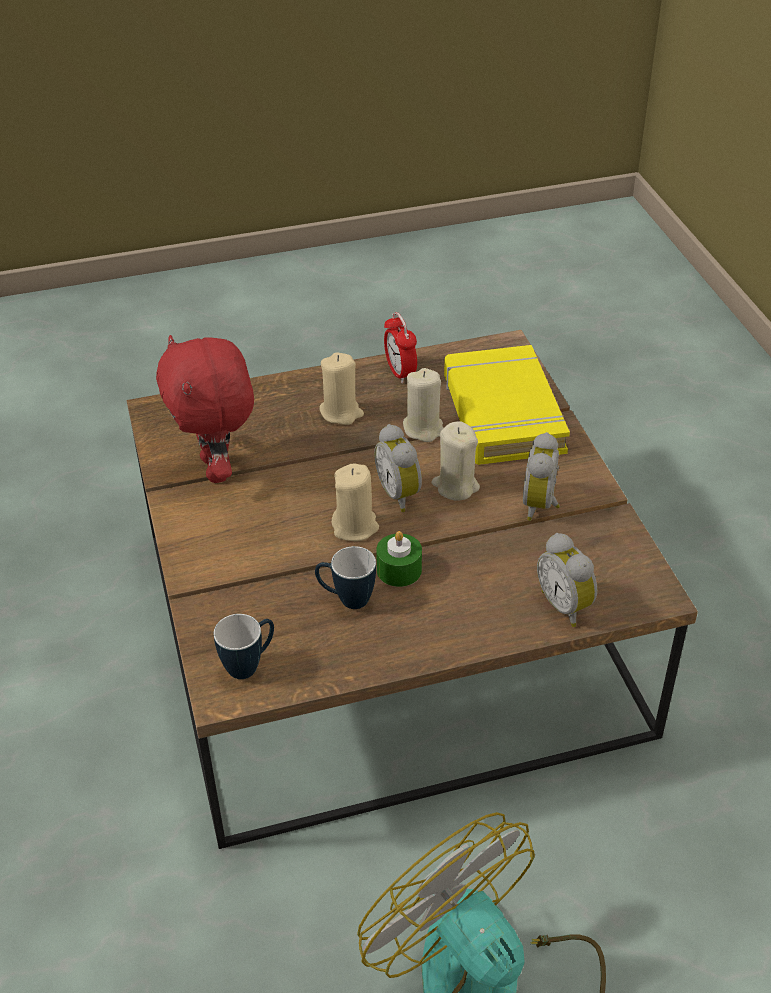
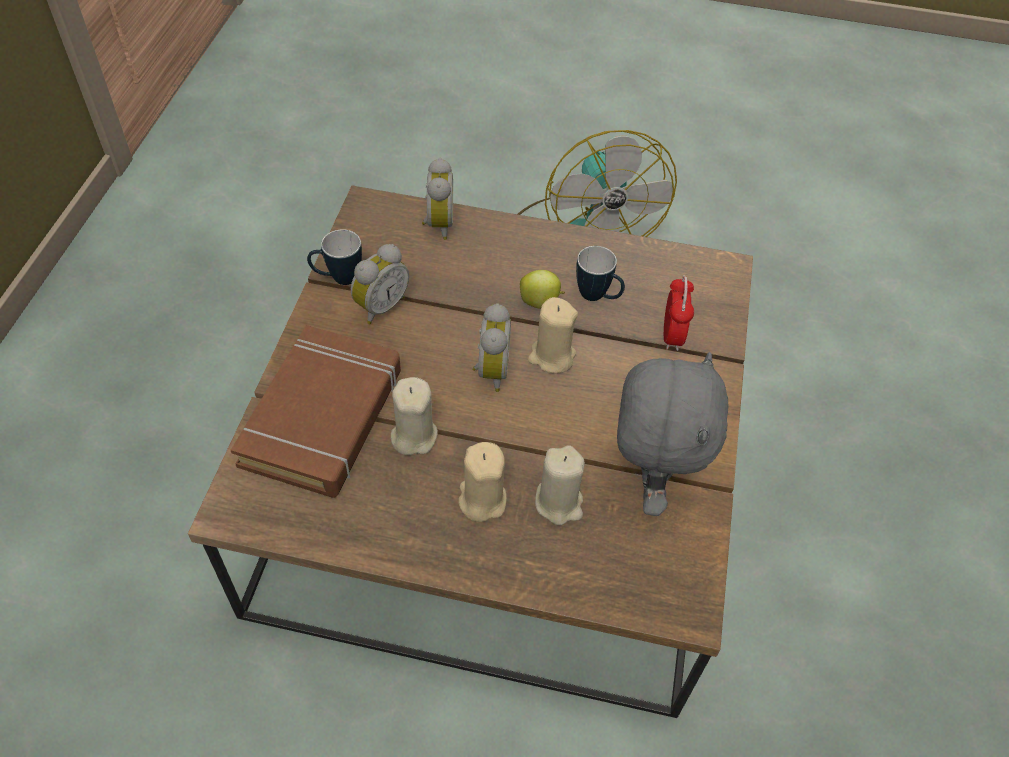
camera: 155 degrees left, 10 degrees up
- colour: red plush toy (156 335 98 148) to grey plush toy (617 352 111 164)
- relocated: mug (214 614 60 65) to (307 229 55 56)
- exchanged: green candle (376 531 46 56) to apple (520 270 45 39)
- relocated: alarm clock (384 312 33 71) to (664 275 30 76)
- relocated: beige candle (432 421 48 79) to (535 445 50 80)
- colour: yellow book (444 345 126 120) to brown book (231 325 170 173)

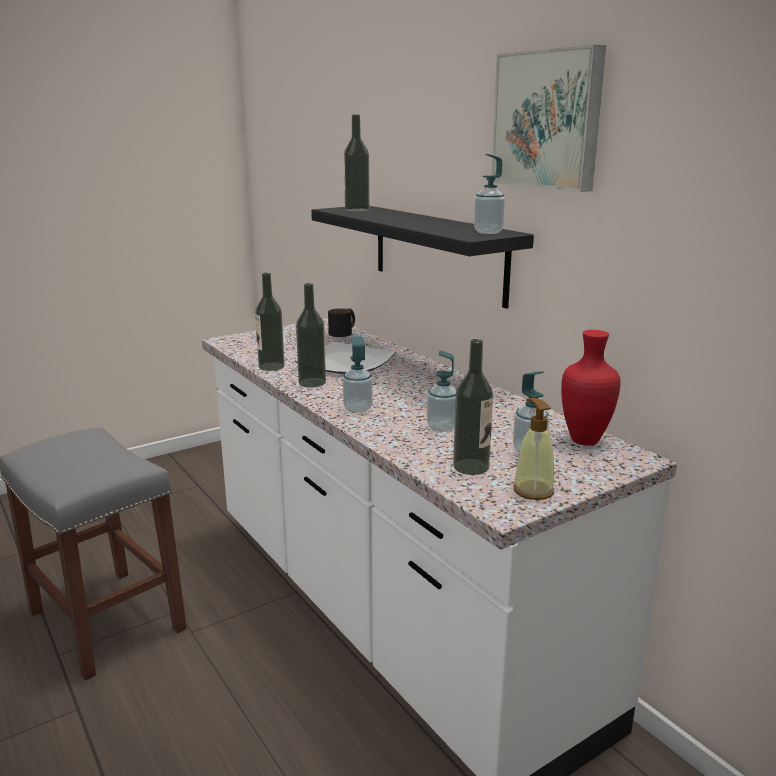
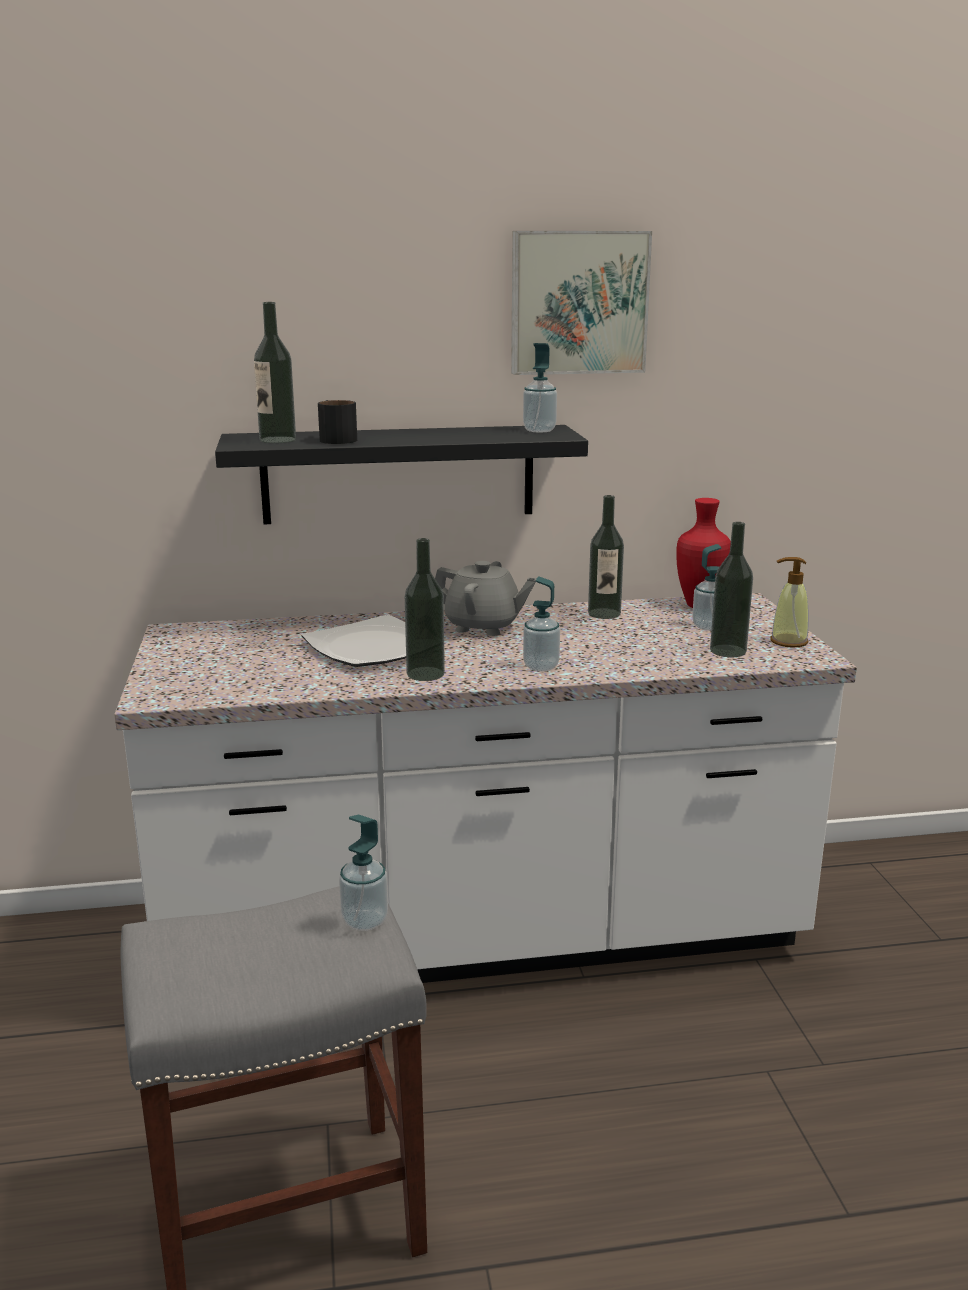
camera: 65 degrees left, 0 degrees up
- relocated: bottle (255 273 30 98) to (588 495 36 124)
- relocated: black mug (328 308 27 29) to (318 400 39 44)
- relocated: soap dispenser (427 350 30 82) to (339 815 49 116)
- appeared: grey teapot (435 561 101 75)

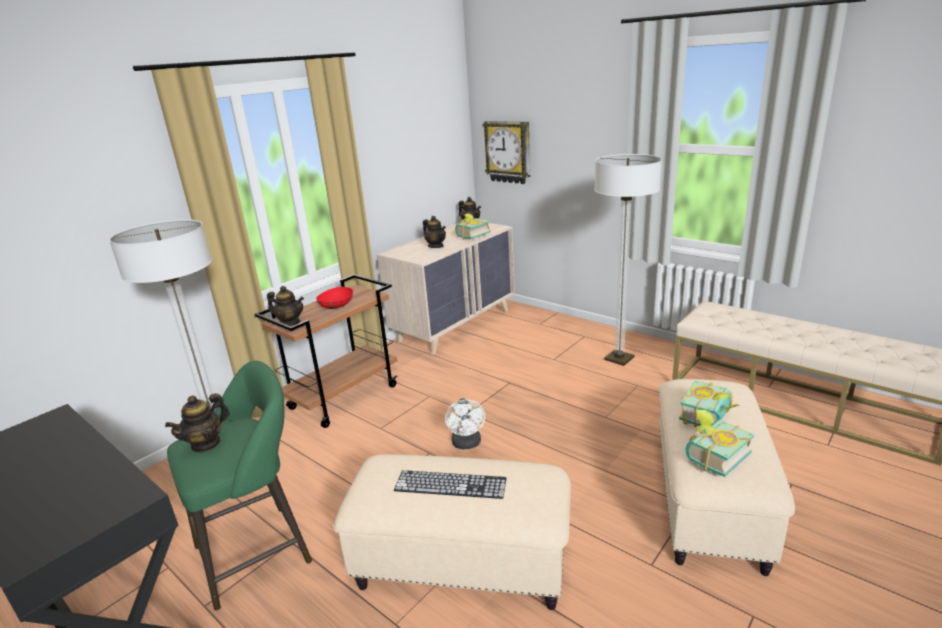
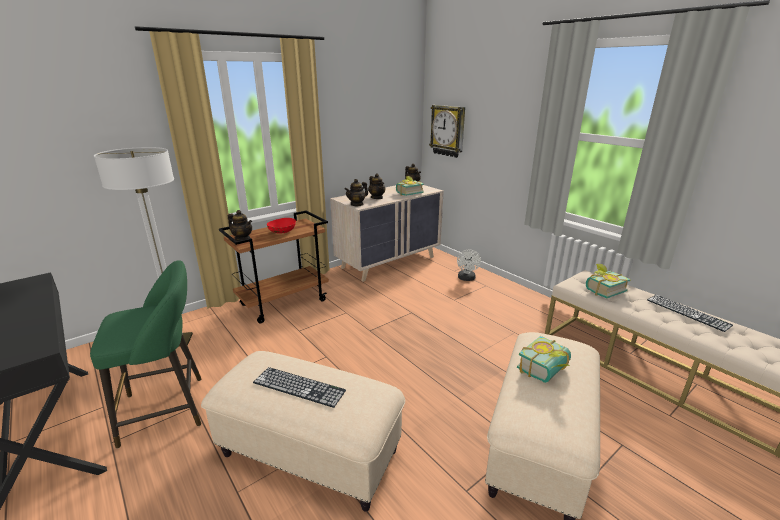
camera: 10 degrees right, 0 degrees up
- relocated: teapot (165 393 65 60) to (345 179 23 28)
- relocated: white fan (445 398 40 51) to (457 249 24 32)
- missing: floor lamp (594 154 68 212)
- relocated: book (685 410 69 67) to (586 264 45 34)
- appeared: keyboard (647 295 86 37)

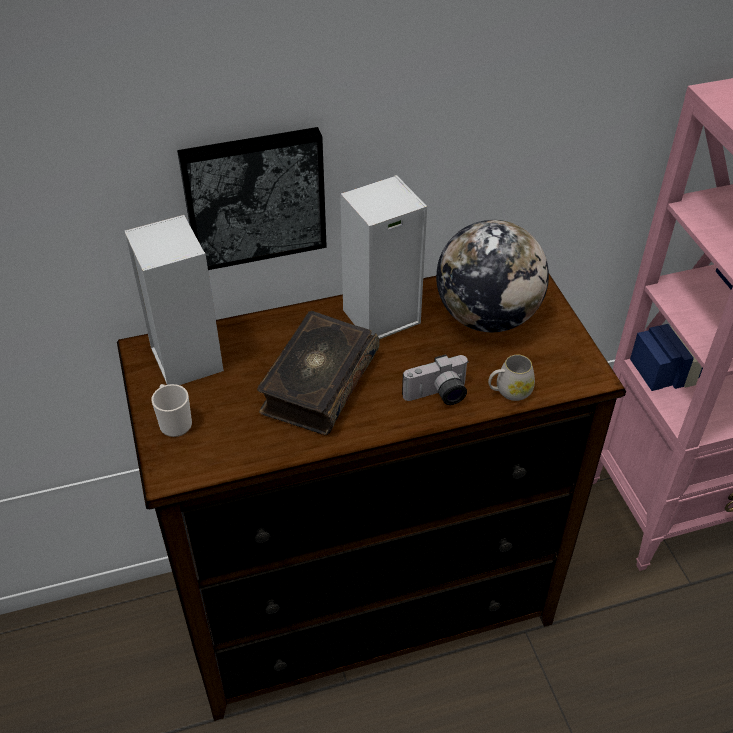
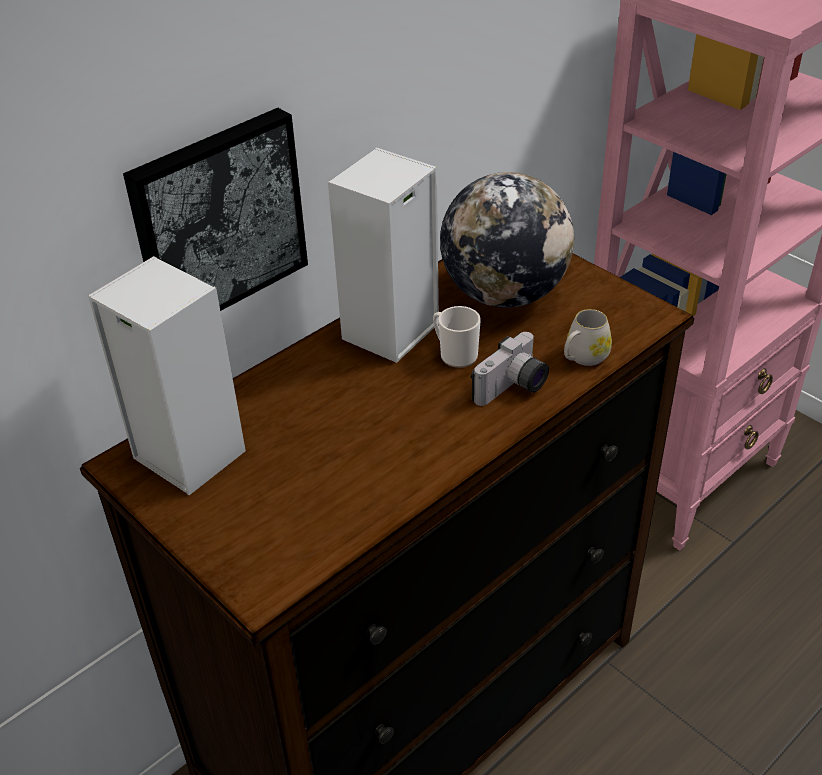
camera: 25 degrees left, 5 degrees down
- relocated: mug (152 384 40 53) to (433 306 48 62)
- missing: book (257 311 123 124)

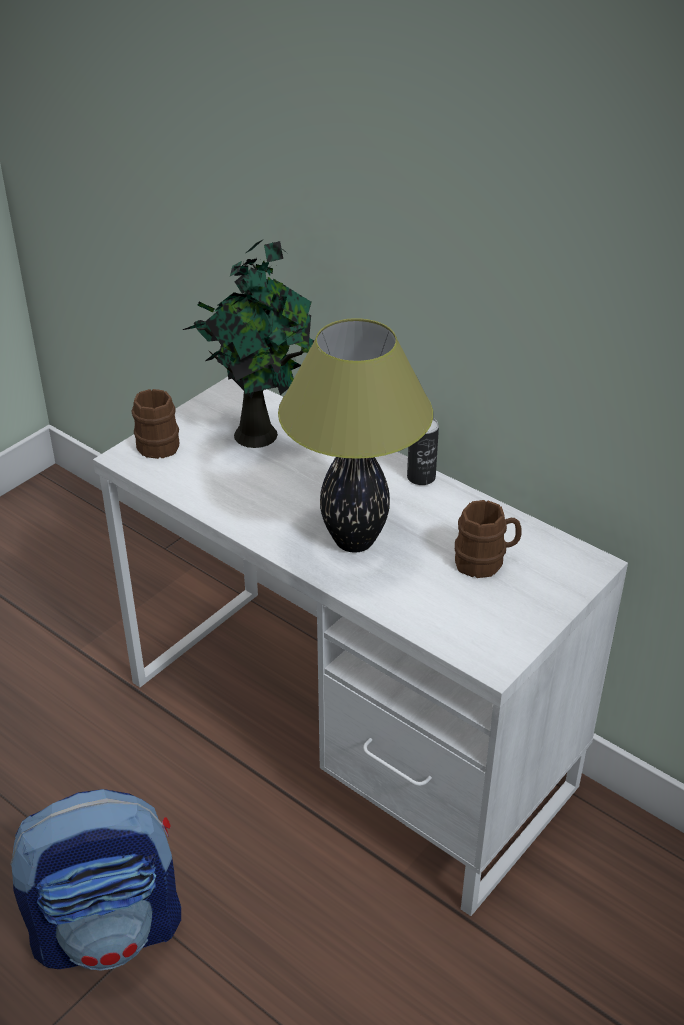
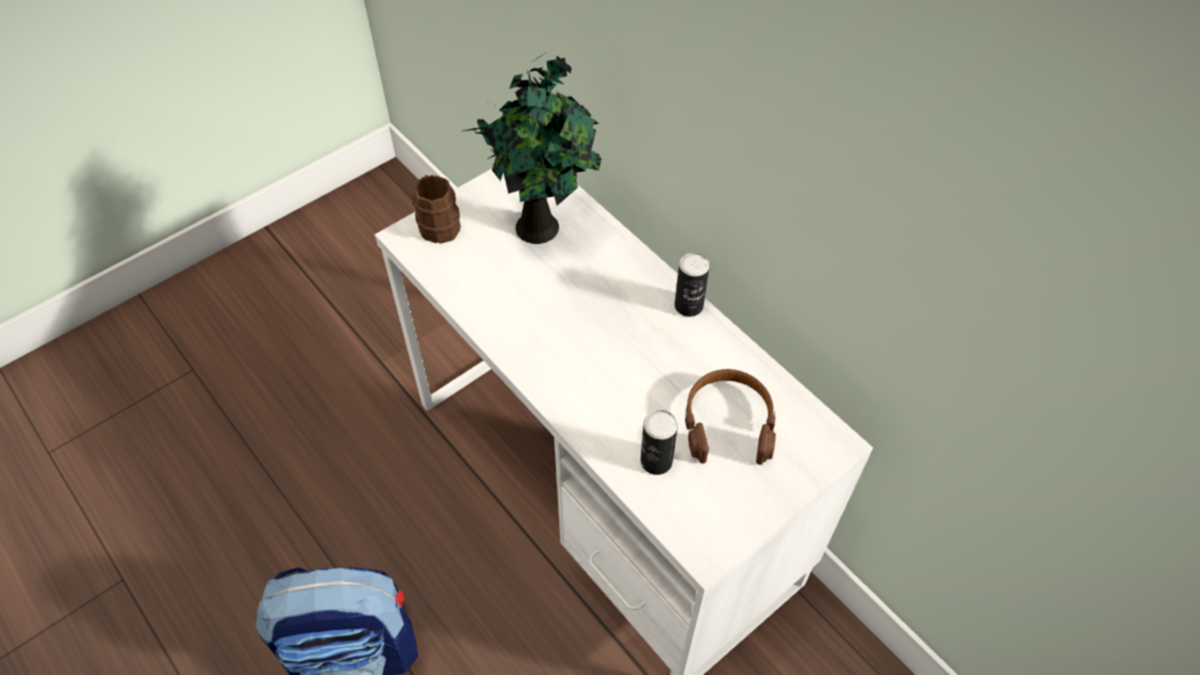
camera: 10 degrees right, 15 degrees up
- missing: table lamp (278 318 155 235)
- exchanged: brown mug (455 500 67 78) to brown headphones (685 369 91 96)
- appeared: can (640 410 38 65)

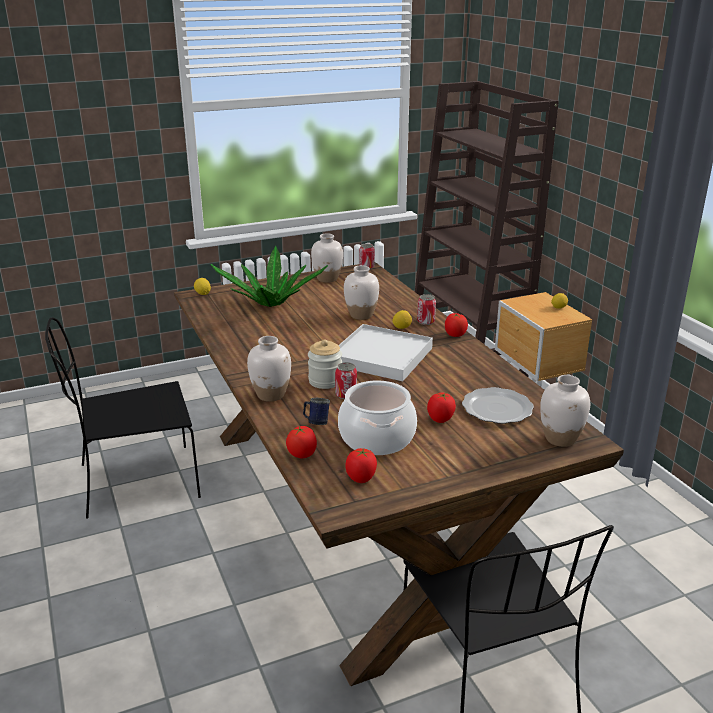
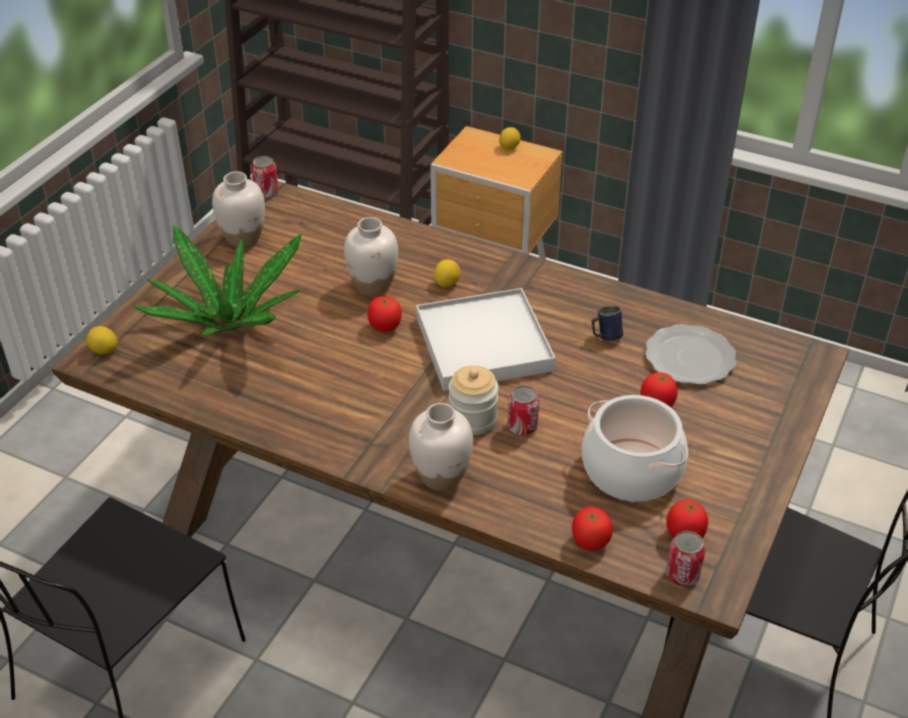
camera: 40 degrees left, 15 degrees up
- relocated: blue mug (303 398 27 27) to (591 305 32 36)
- relocated: can (417 294 19 31) to (666 531 39 55)
- relocated: tomato (445 313 23 24) to (368 296 34 36)
- missing: white vase (540 375 50 72)

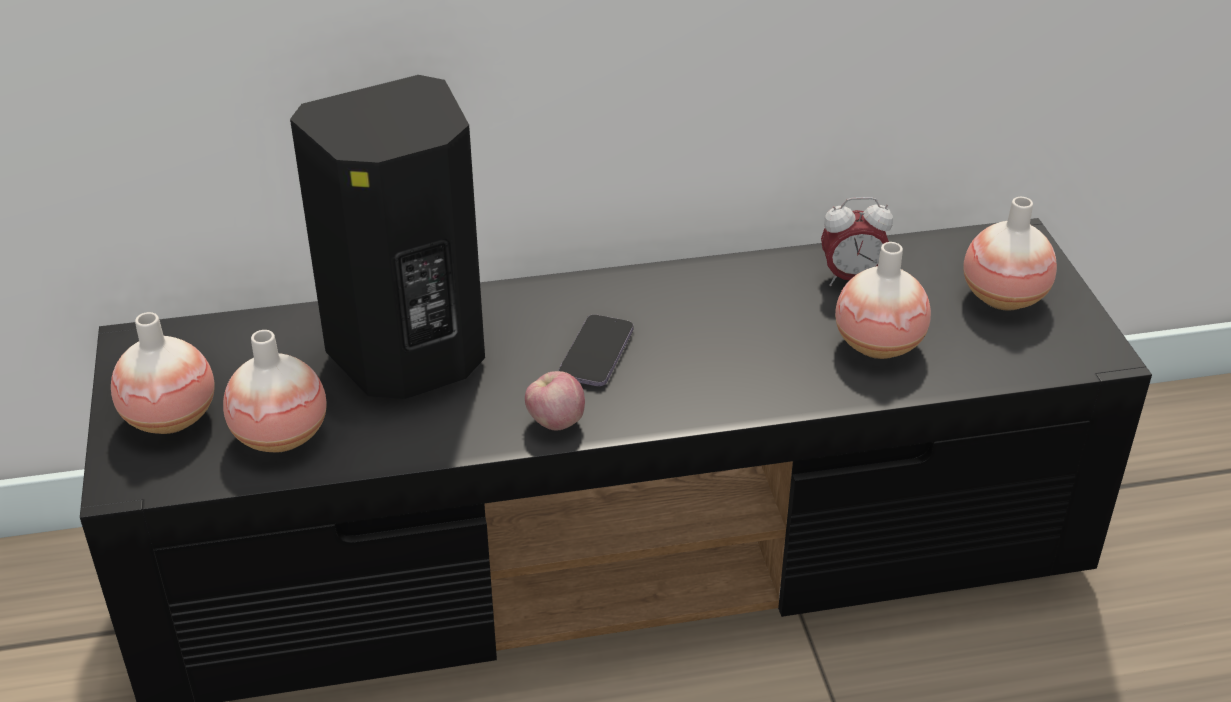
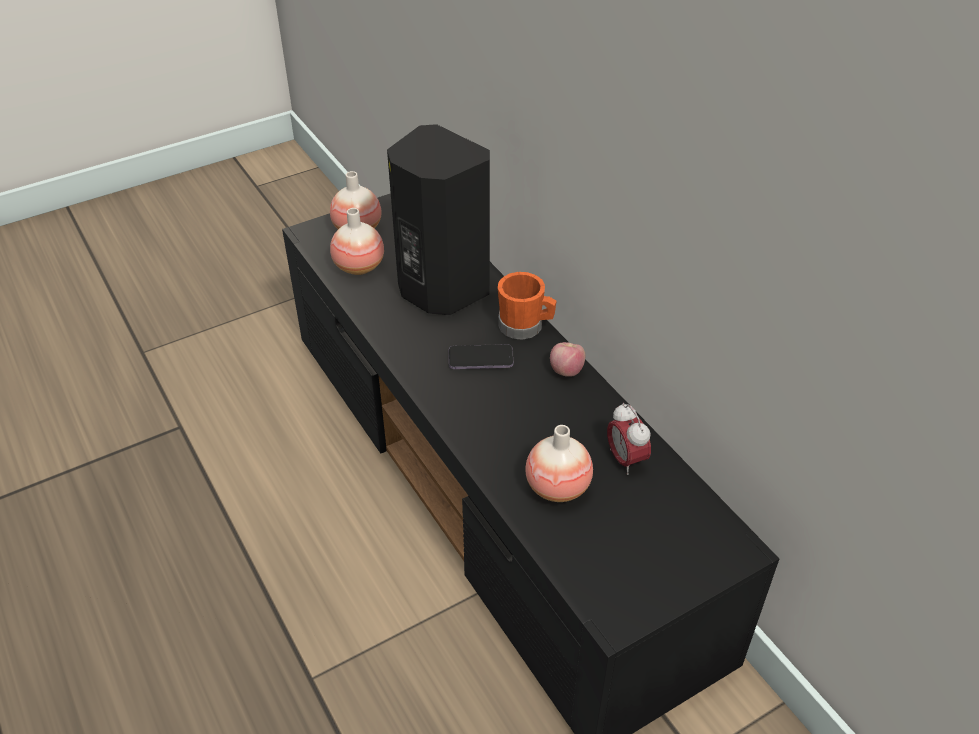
camera: 70 degrees right, 5 degrees up
- relocated: apple (525 371 60 60) to (550 342 35 35)
- missing: vase (963 197 94 114)
- appeared: orange mug (498 272 59 67)

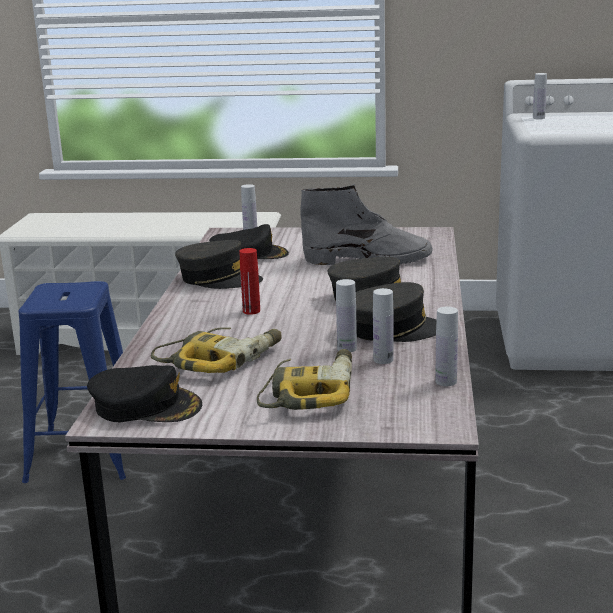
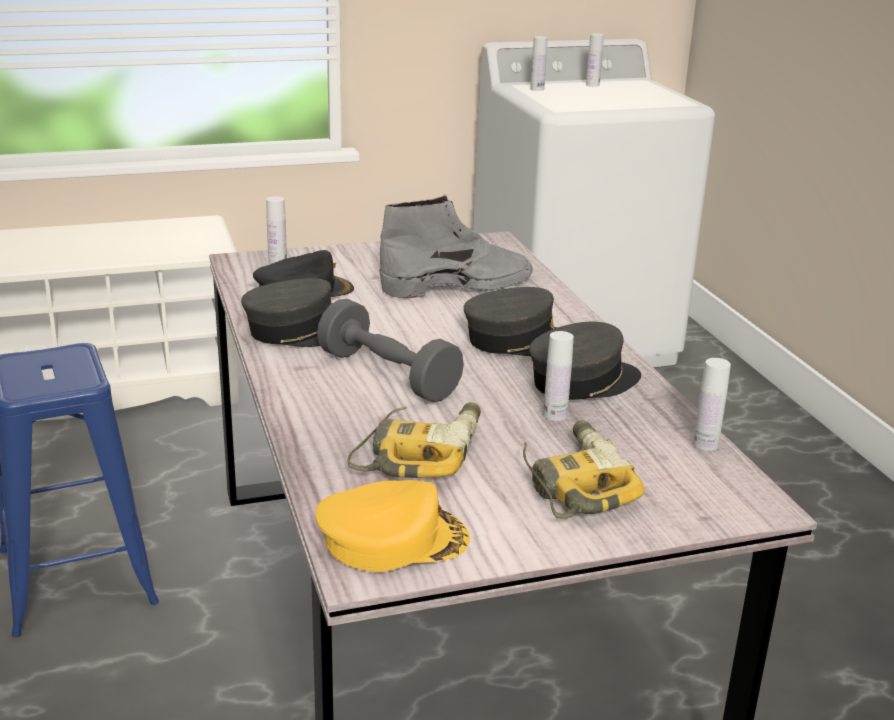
camera: 25 degrees left, 5 degrees up
- colour: black cap (87 365 115 57) to yellow cap (316 480 154 92)
- exchanged: red bottle (239 248 21 67) to grey dumbbell (317 299 147 103)
- relocated: white bottle (373 288 21 76) to (586 33 18 54)

